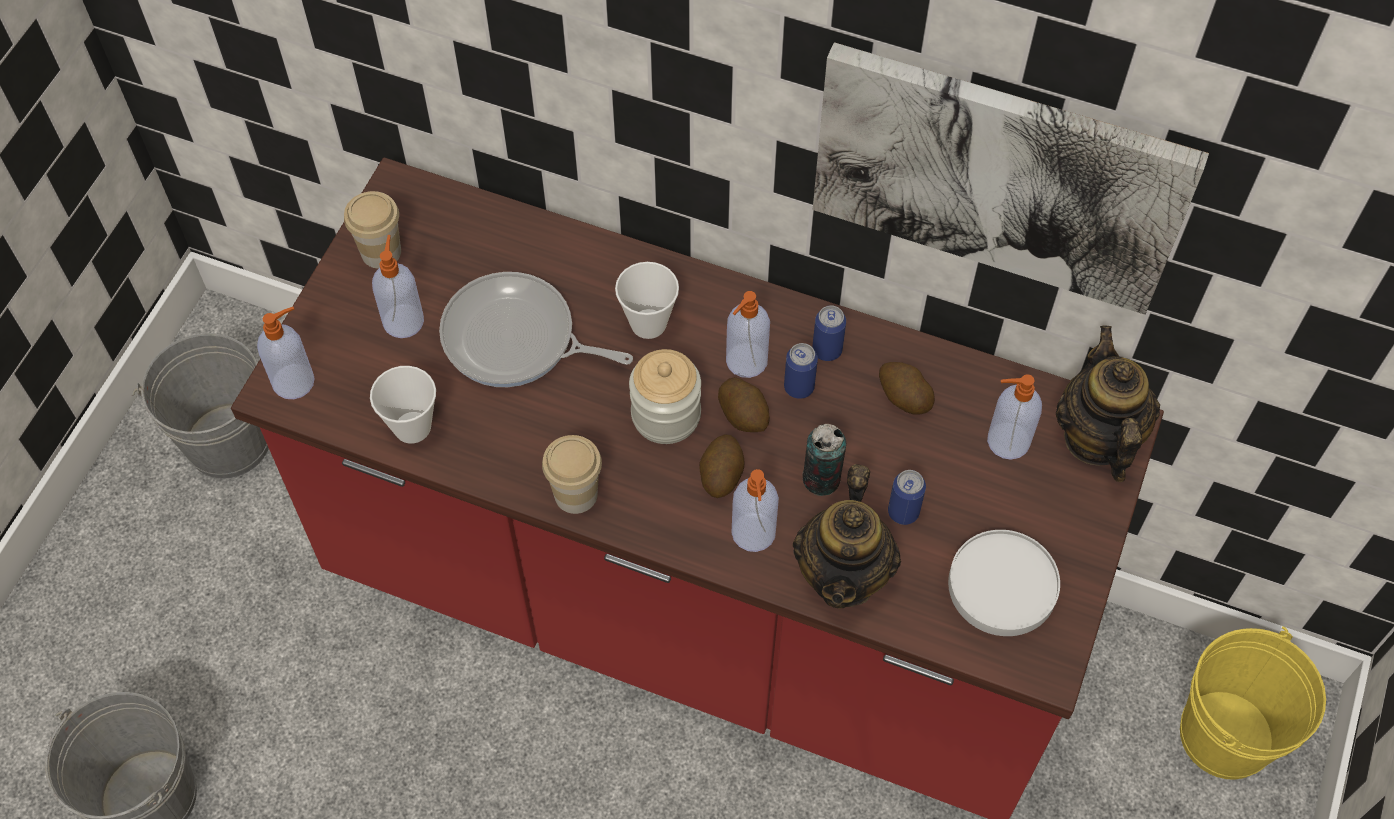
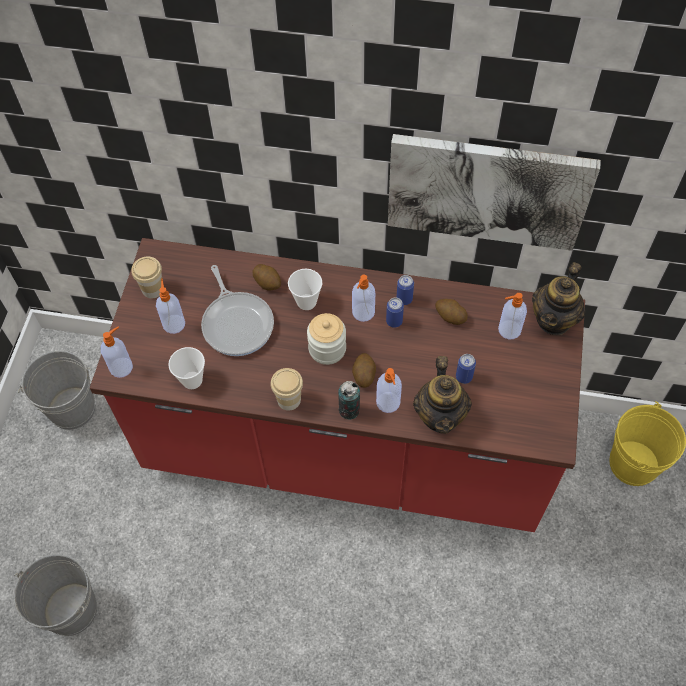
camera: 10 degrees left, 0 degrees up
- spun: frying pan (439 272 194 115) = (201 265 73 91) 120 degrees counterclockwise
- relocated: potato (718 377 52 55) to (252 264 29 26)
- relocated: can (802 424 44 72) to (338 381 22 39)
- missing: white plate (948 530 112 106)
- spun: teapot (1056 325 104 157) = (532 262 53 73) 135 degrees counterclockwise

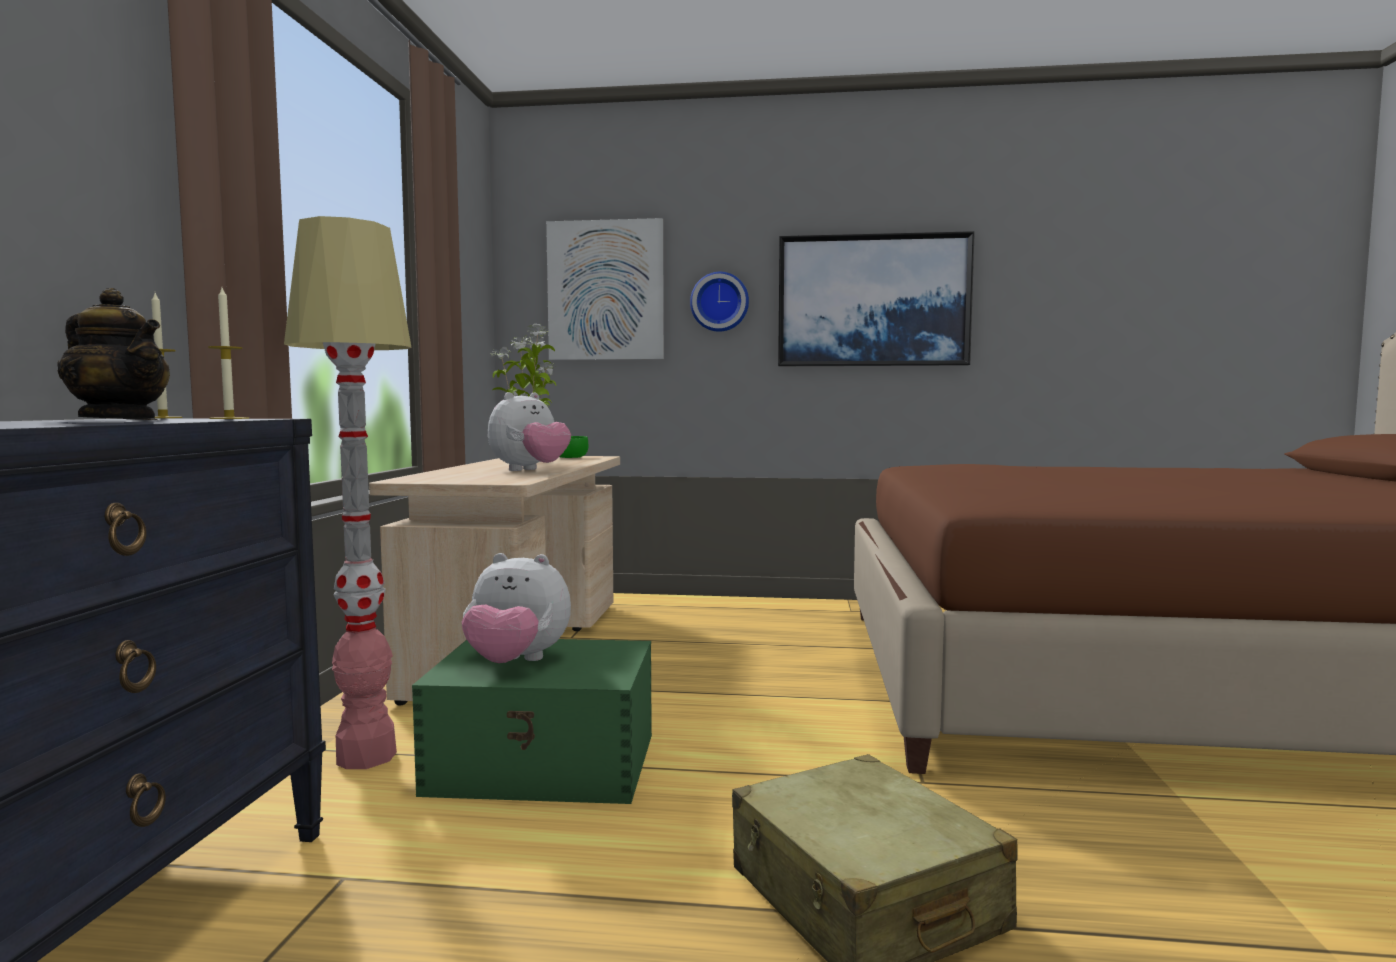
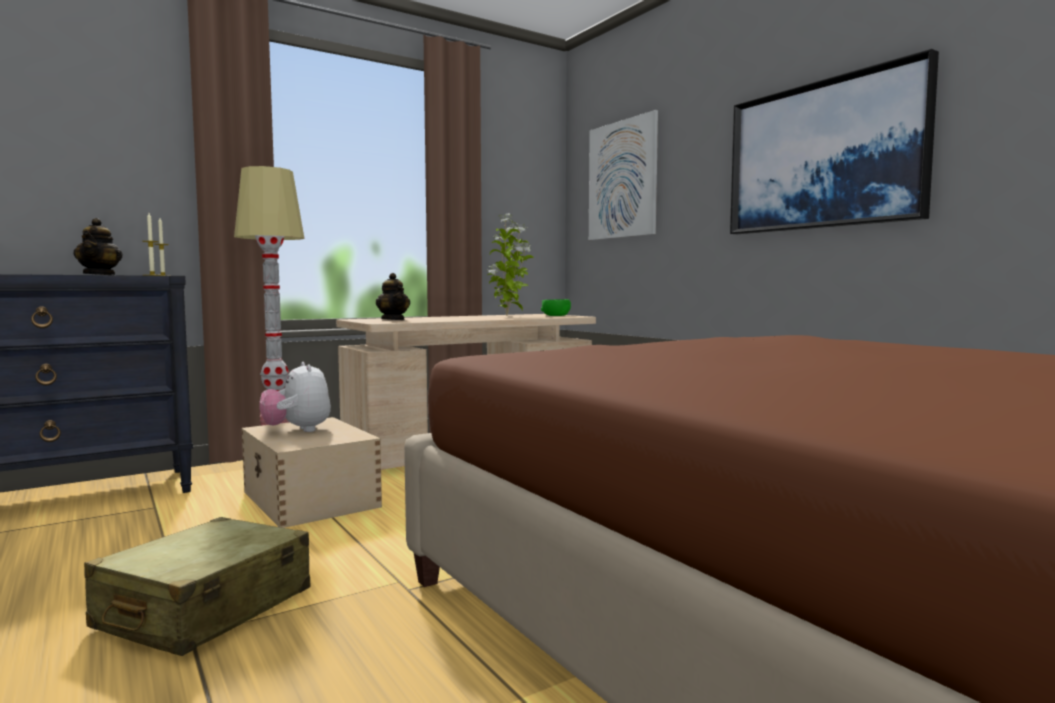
camera: 50 degrees right, 0 degrees up
- colour: green storage box (412 639 240 165) to beige storage box (242 417 140 111)
- missing: plush toy (488 392 83 79)
- missing: wall clock (690 272 59 60)
- appeared: teapot (376 273 34 47)

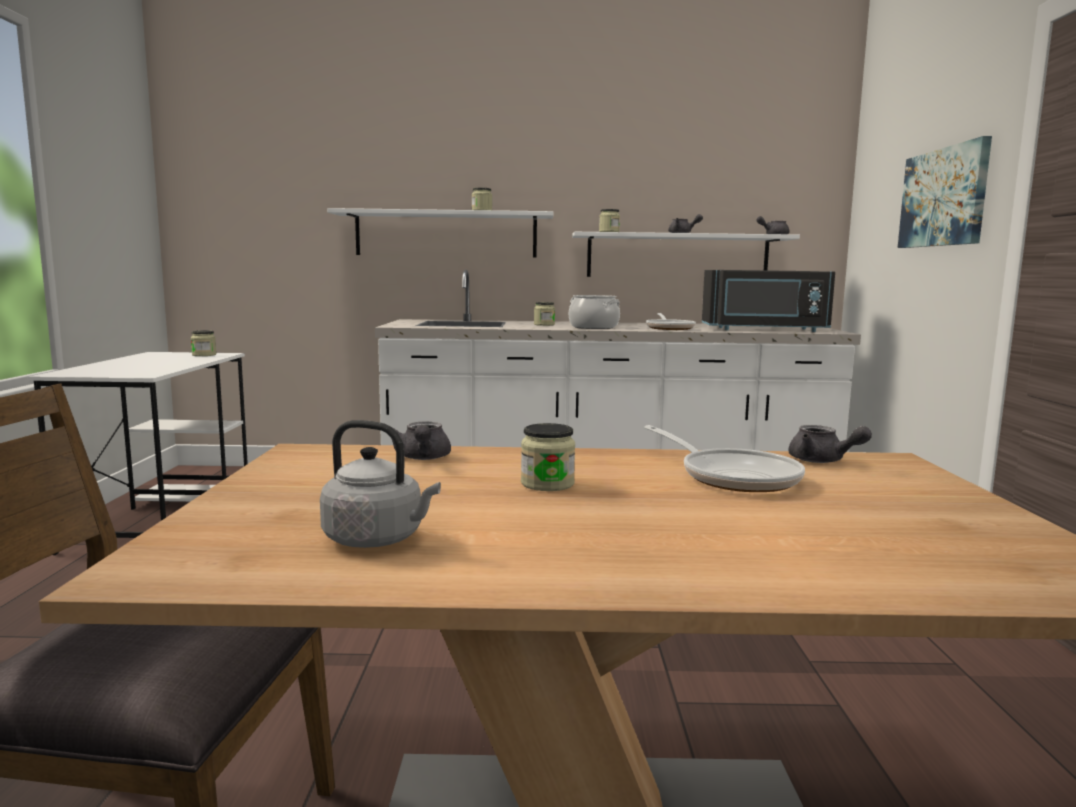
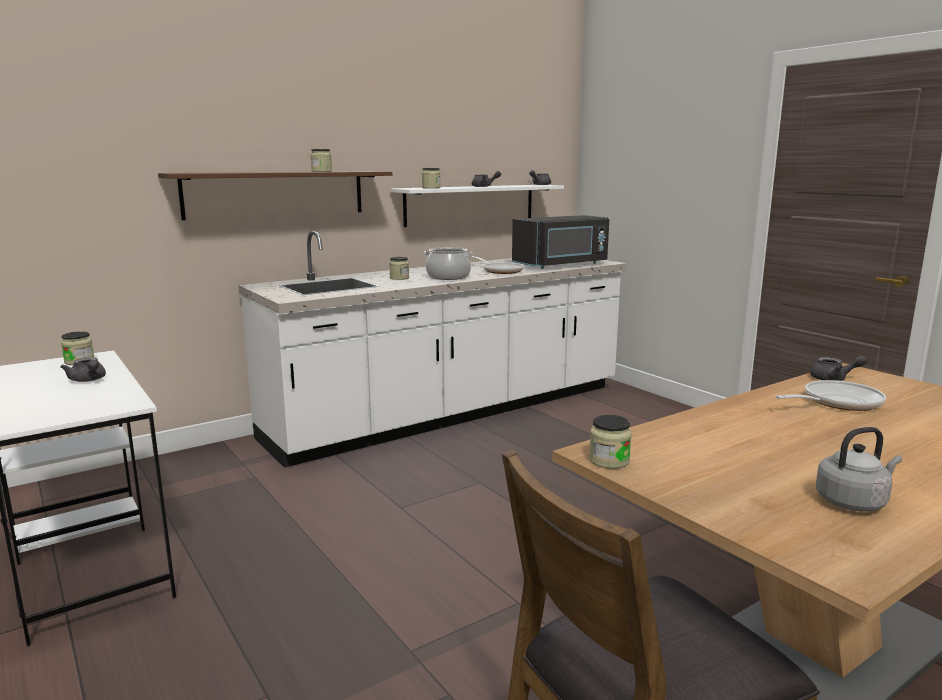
camera: 35 degrees left, 5 degrees up
- colour: white shelf (327 208 227 50) to brown shelf (158 171 234 49)
- relocated: grey teapot (391 421 60 39) to (61 357 45 25)
- relocated: jar (521 423 54 68) to (589 415 43 54)
- spun: frying pan (644 425 161 67) = (775 380 111 31) 45 degrees counterclockwise
- missing: picture (898 136 94 112)

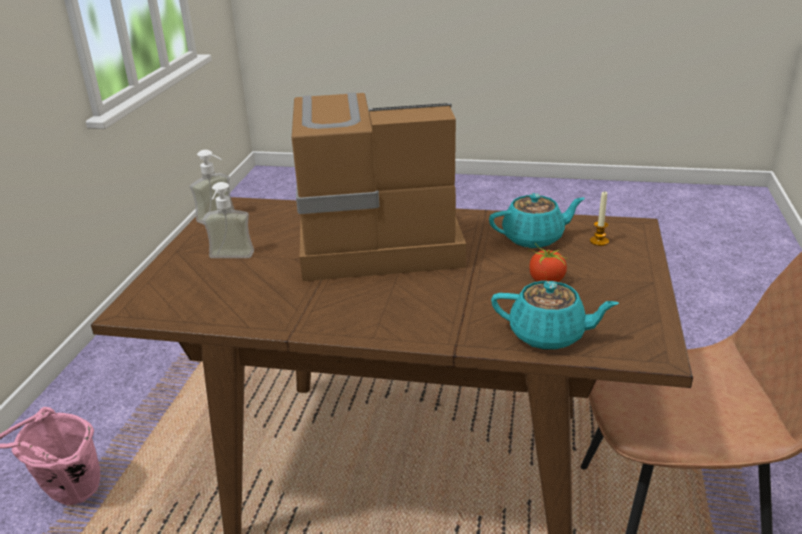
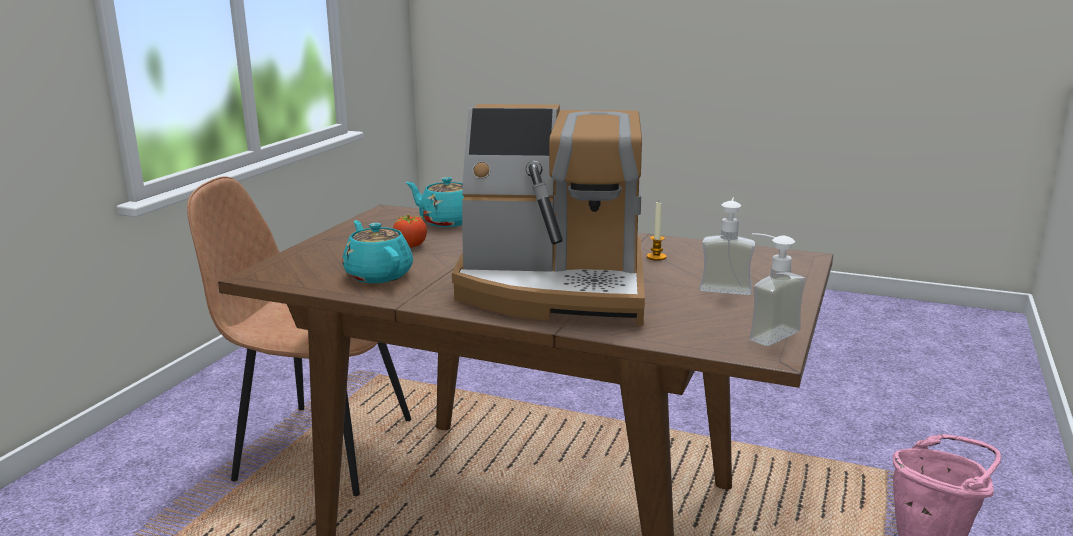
camera: 170 degrees left, 10 degrees down
- spun: turquoise teapot (489 193 96 55) = (342 220 71 63) 60 degrees clockwise
- relocated: candle (590 191 19 55) to (647 202 20 59)

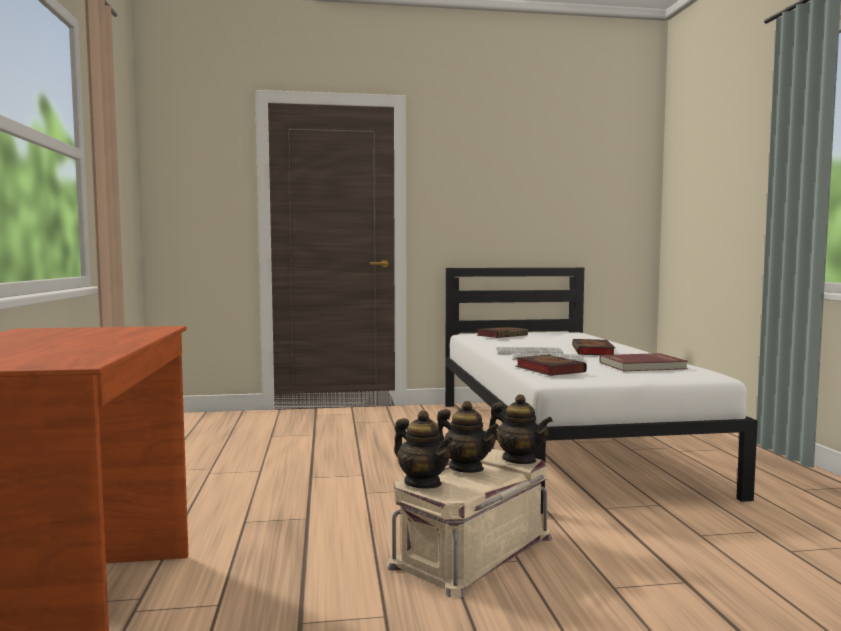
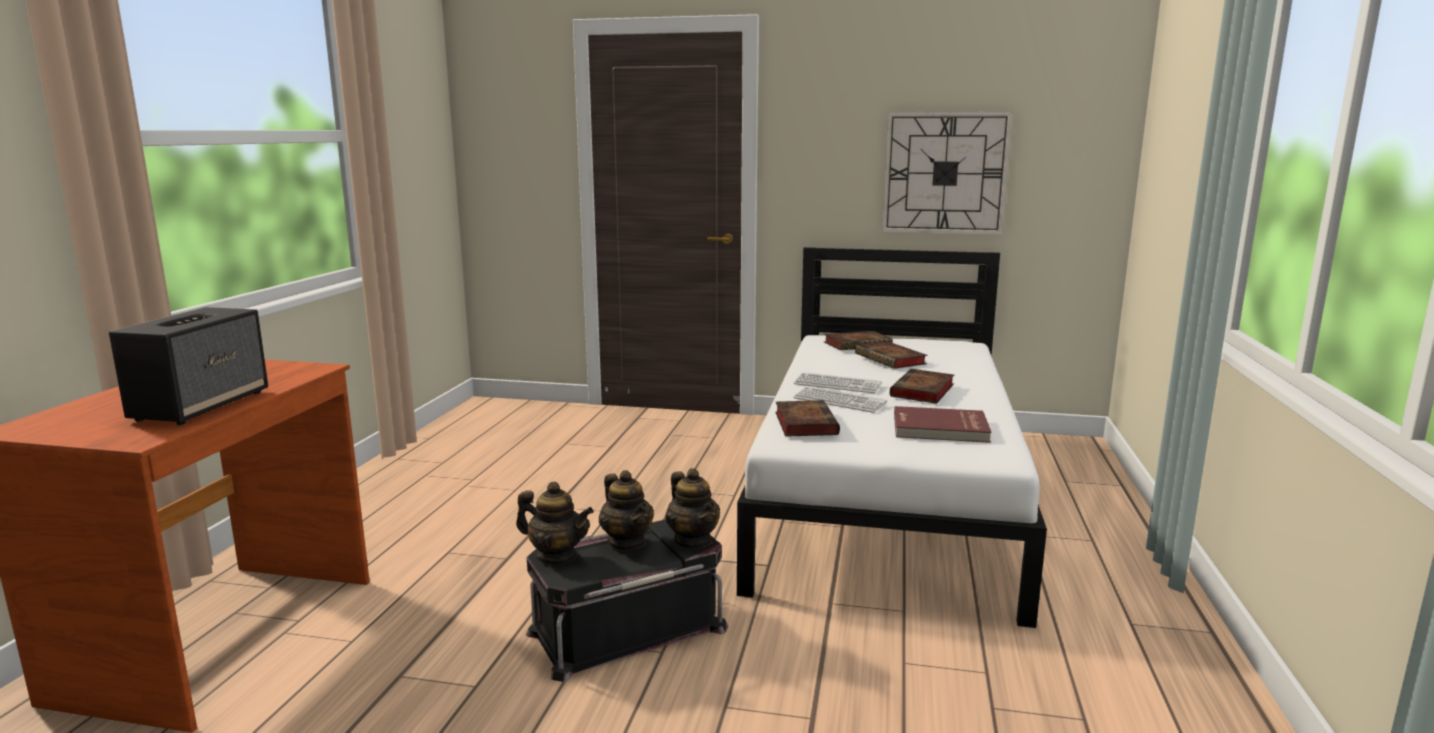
camera: 20 degrees right, 10 degrees up
- colour: beige storage box (387 449 165 148) to black storage box (526 519 202 163)
- spun: teapot (394 410 59 79) = (516 481 78 83) 45 degrees counterclockwise
- appeared: speaker (109 307 159 118)
- appeared: book (855 341 72 28)
- appeared: wall clock (882 111 131 124)

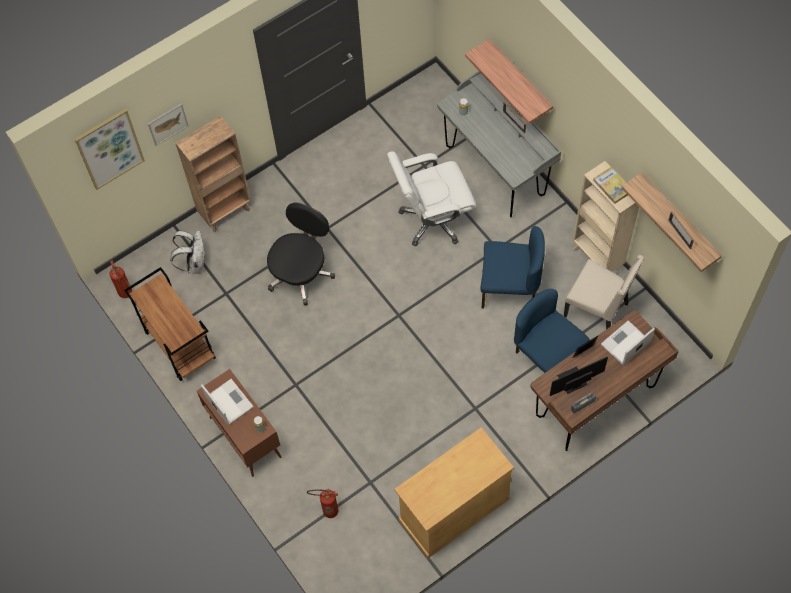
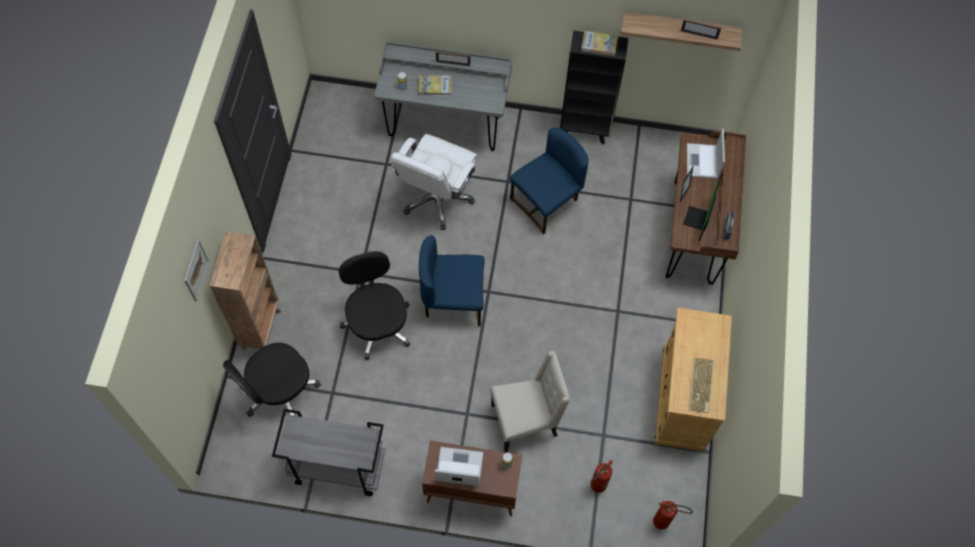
camera: 50 degrees left, 0 degrees up
- missing: picture (75 108 70 82)
- relocated: fire extinguisher (109 261 23 37) to (653 501 40 29)
- colour: brown cart (124 267 92 114) to grey cart (272 409 113 87)
- exchanged: white backpack (170 230 36 44) to black office chair (222 343 99 74)
- missing: shelf (465 39 88 85)
- relocated: blue chair (514 289 76 84) to (419 235 66 91)
- relocated: beige chair (564 255 81 74) to (490 351 80 101)
- colour: beige bookcase (573 161 66 111) to black bookcase (560 30 68 115)
- appeared: book (419 75 33 21)
- appeared: keyboard (689 358 25 55)

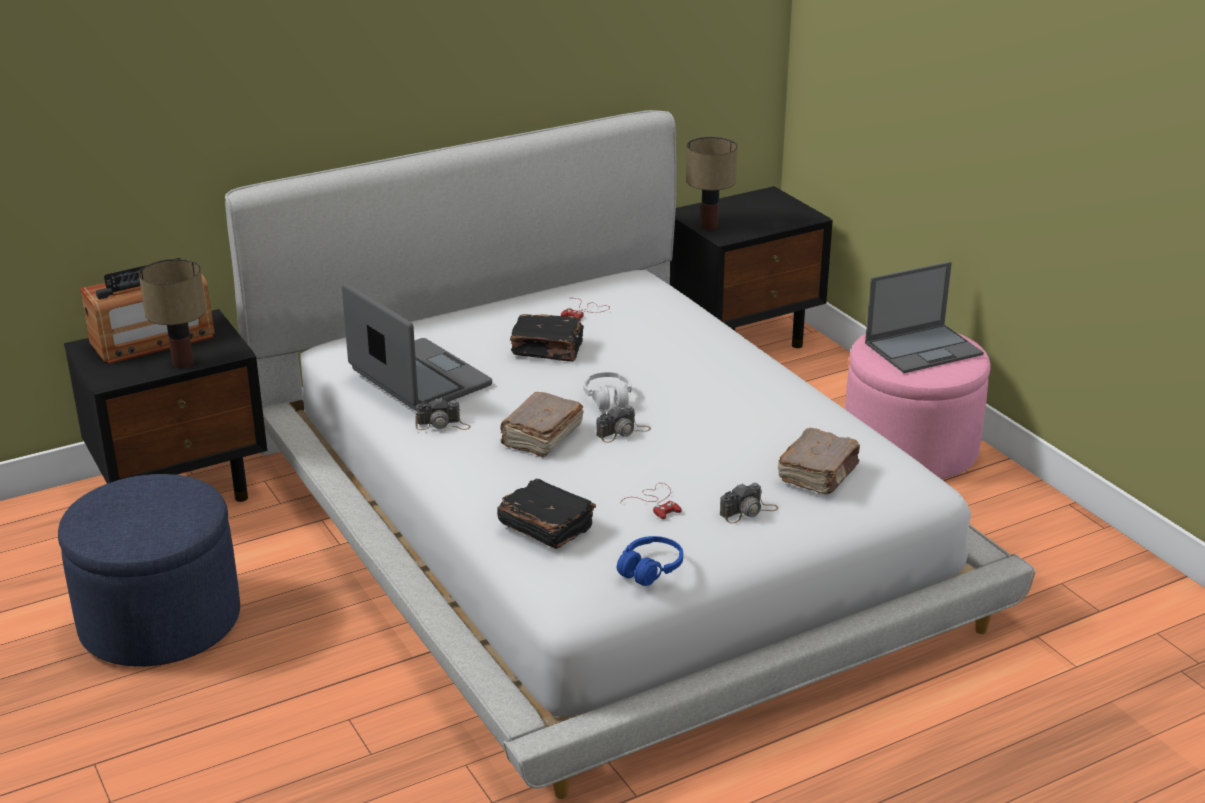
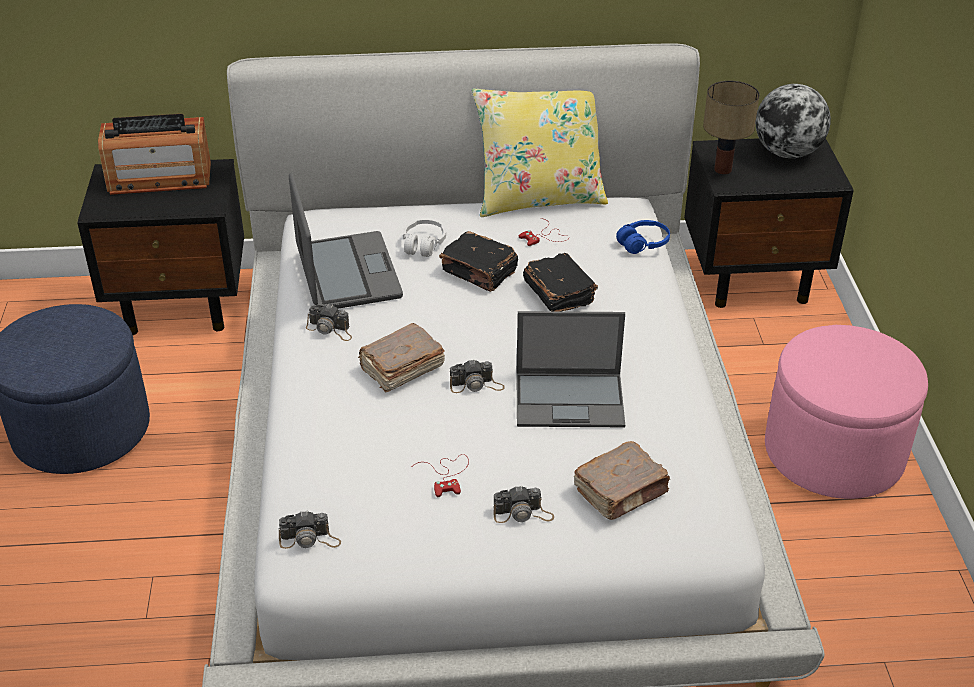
camera: 25 degrees right, 10 degrees up
- missing: table lamp (139 259 67 109)
- relocated: black book (497 479 99 70) to (523 253 75 58)
- relocated: white headphones (583 372 49 38) to (403 219 43 38)
- relocated: blue headphones (617 536 66 50) to (616 220 54 34)
- relocated: laptop (865 262 119 111) to (516 311 109 116)
- appeared: photo camera (278 510 63 39)
- appeared: yellow pillow (472 88 136 129)
- appeared: globe (756 84 75 74)

